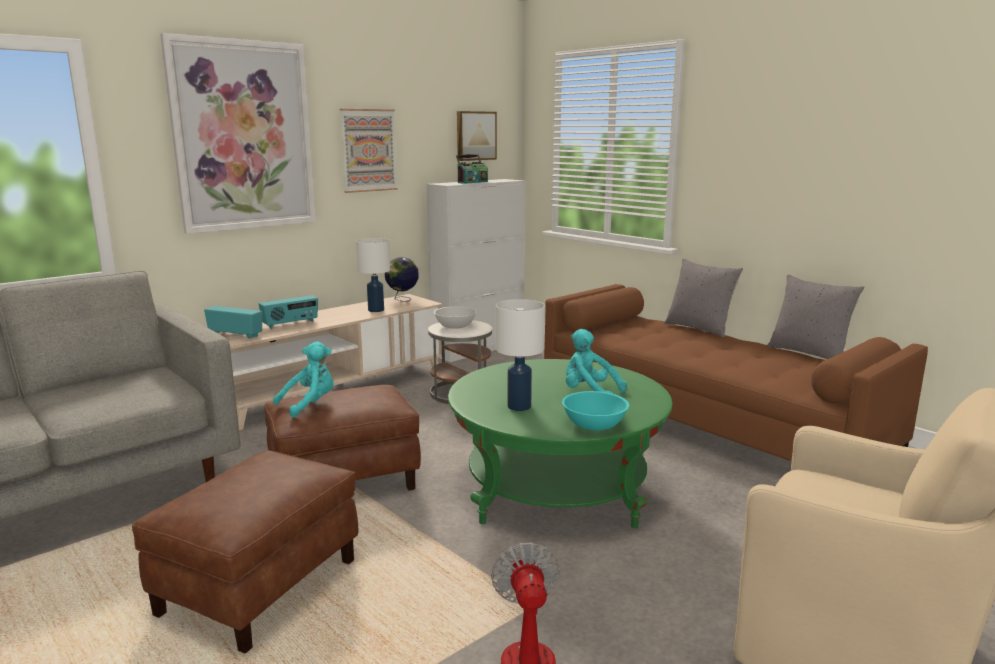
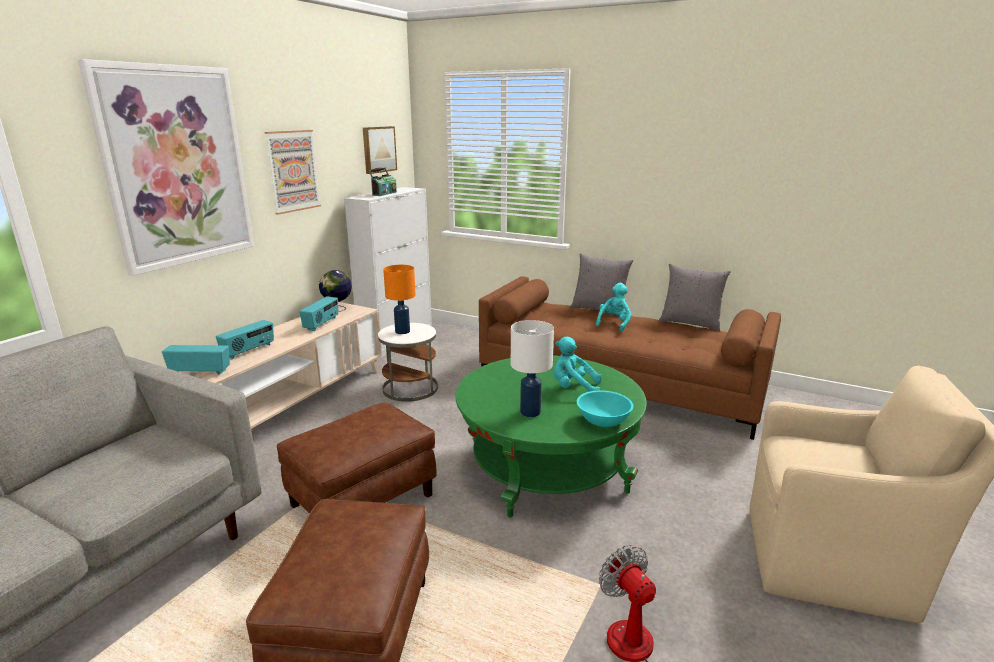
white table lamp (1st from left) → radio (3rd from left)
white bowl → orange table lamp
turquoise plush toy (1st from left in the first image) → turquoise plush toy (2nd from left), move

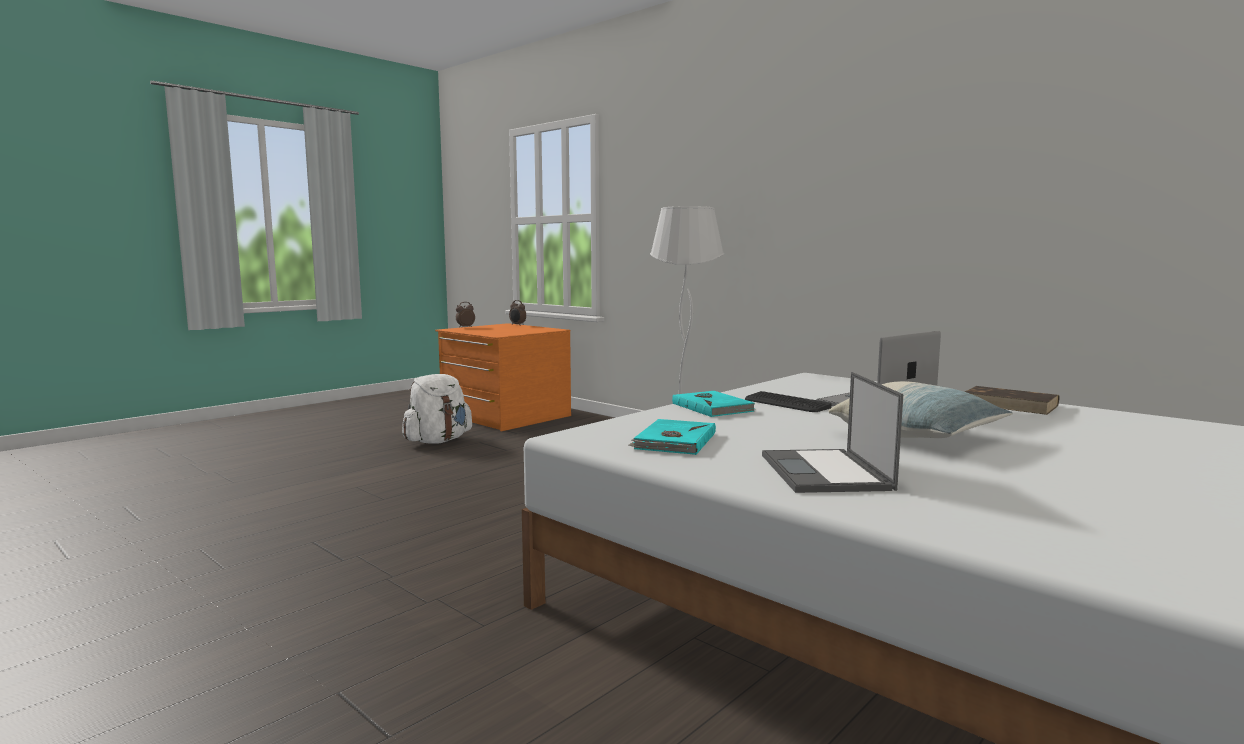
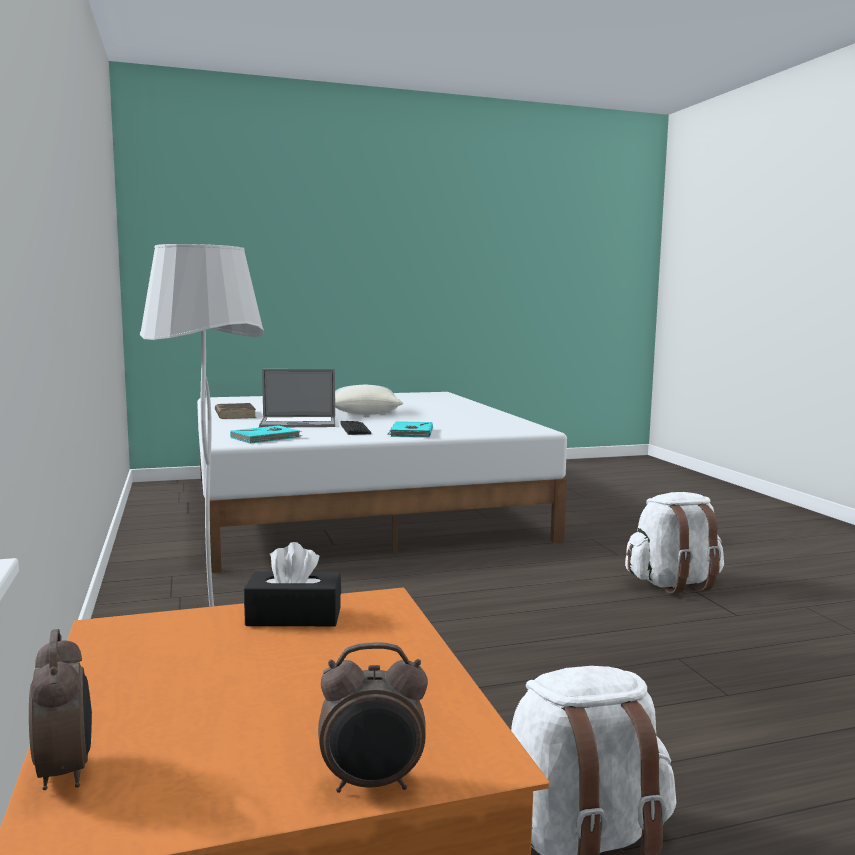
turquoise book (1st from left), move
- → black tissue box
- → white backpack (2nd from left)
laptop (1st from left) → -

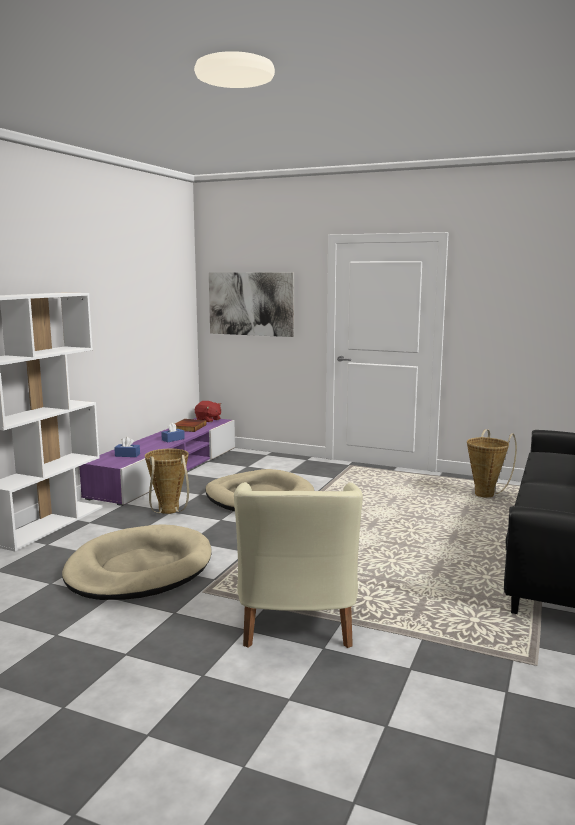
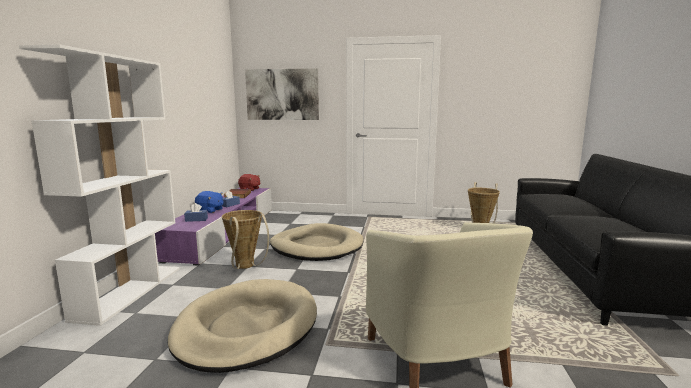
- → blue plush toy

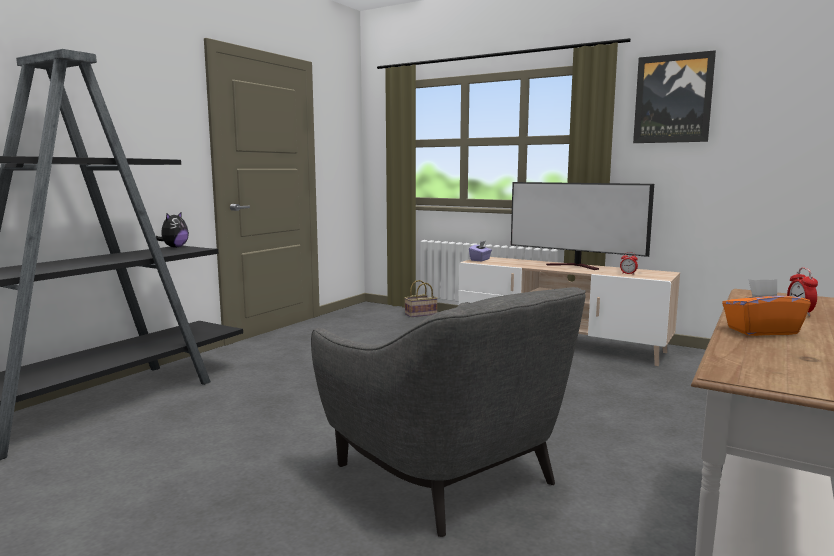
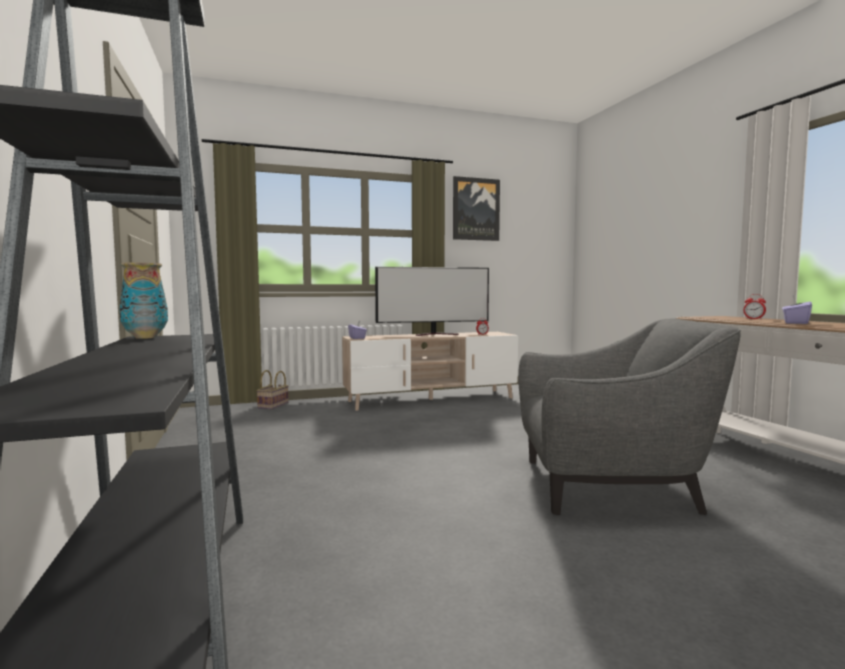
plush toy → vase
orange tissue box → purple tissue box (2nd from left)

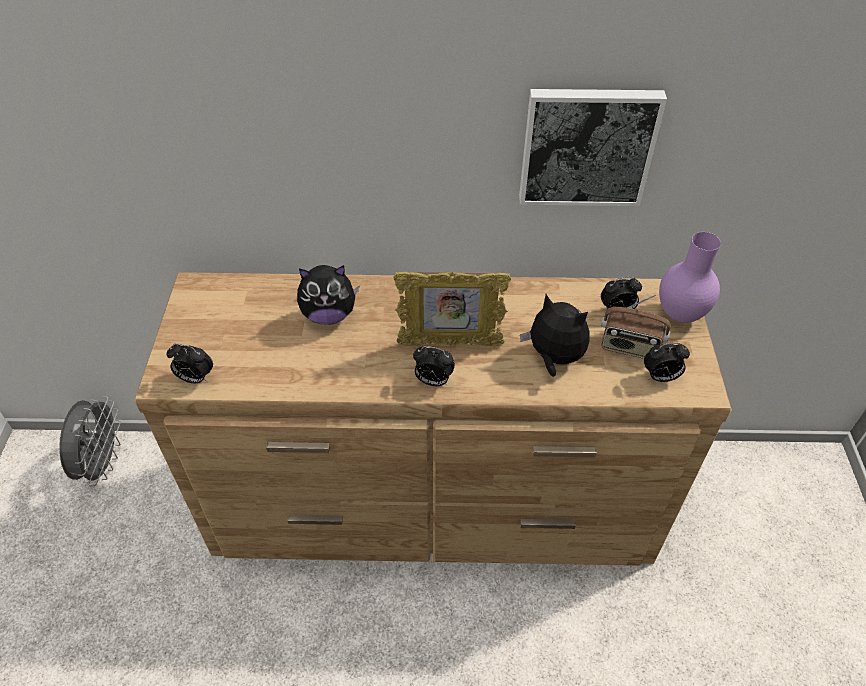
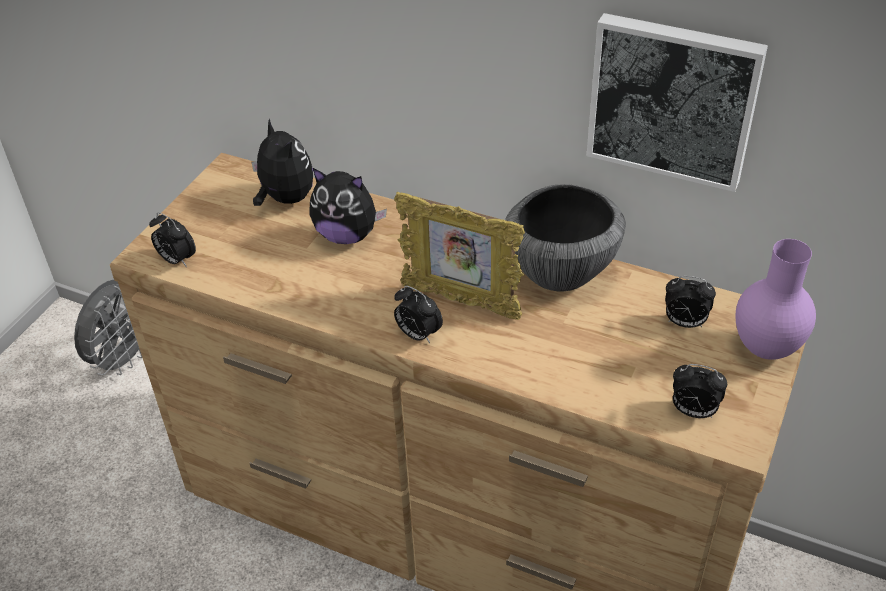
plush toy (2nd from left in the first image) → plush toy (1st from left), move
- → bowl
radio → -

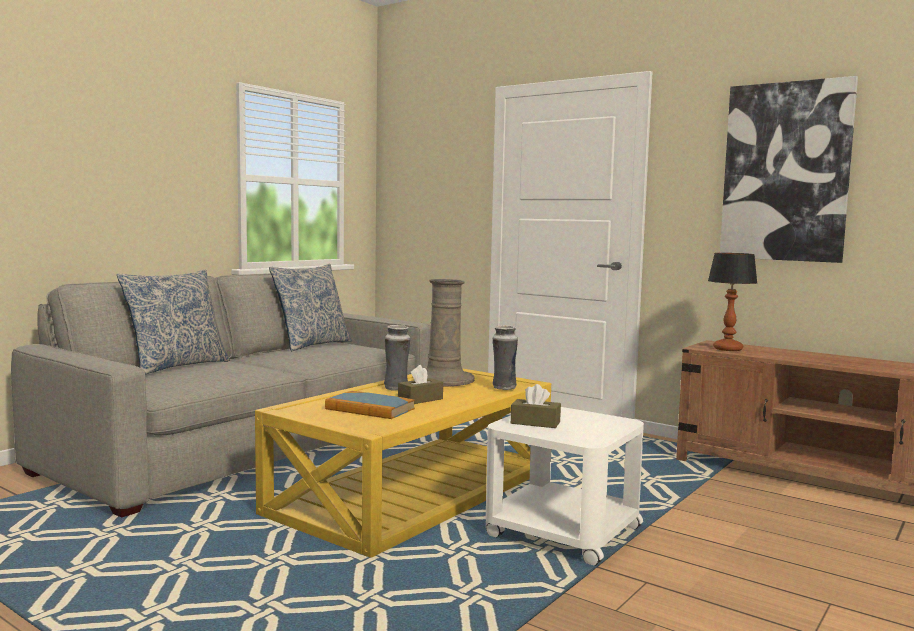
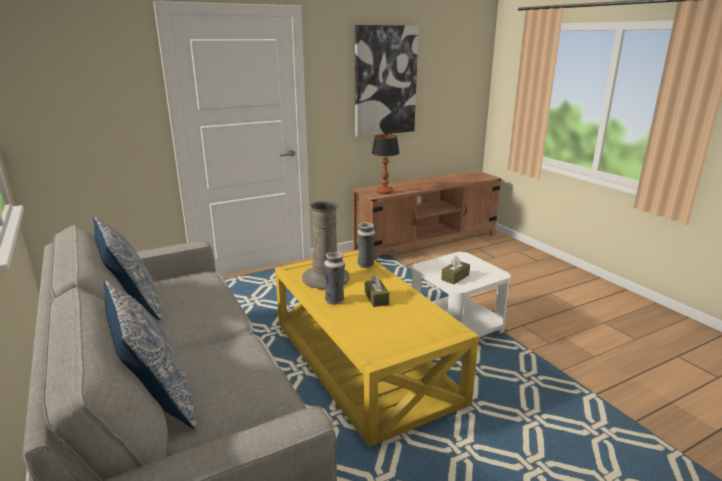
book → -

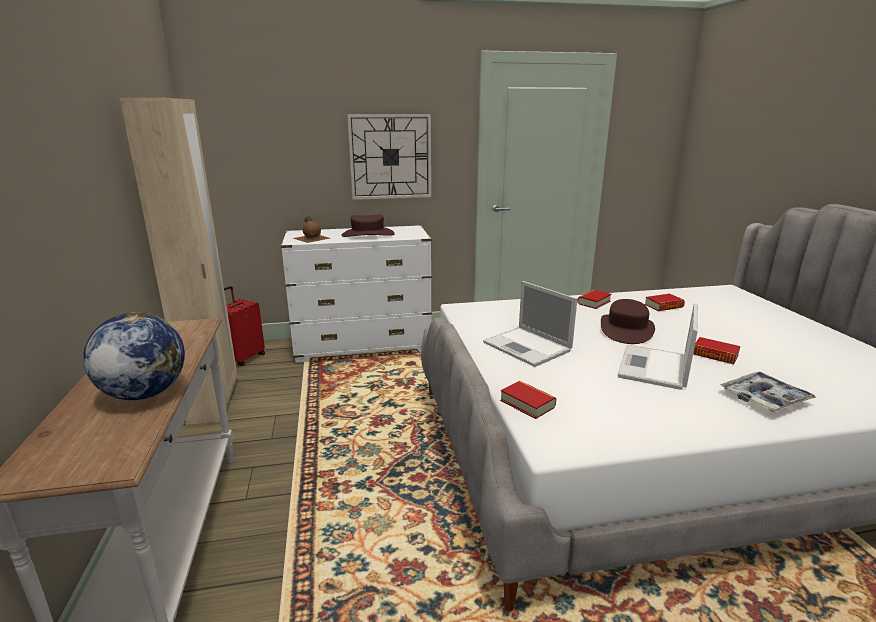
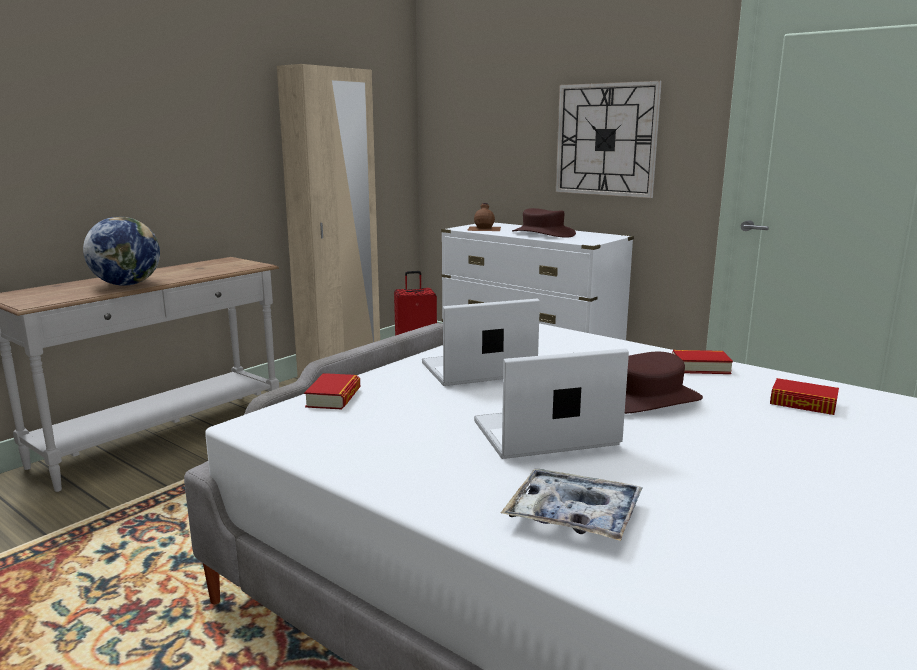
laptop (1st from left), 60 degrees clockwise
book (4th from left) → -

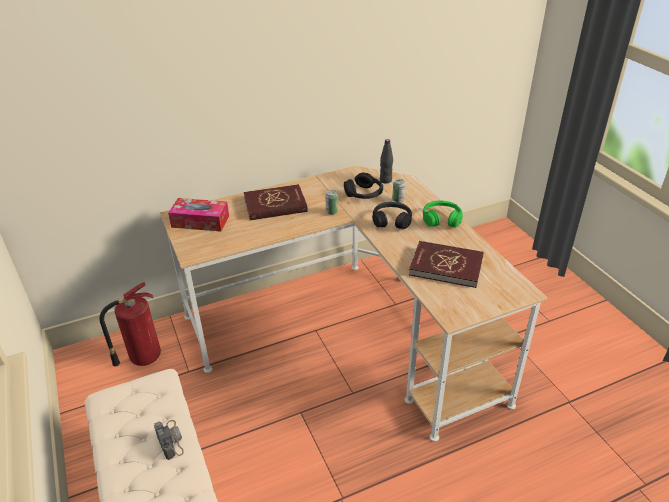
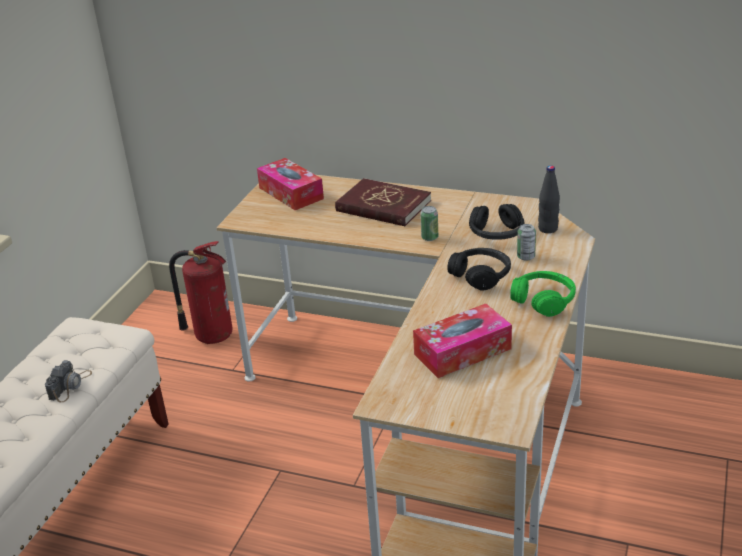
red book (2nd from left) → tissue box (2nd from left)

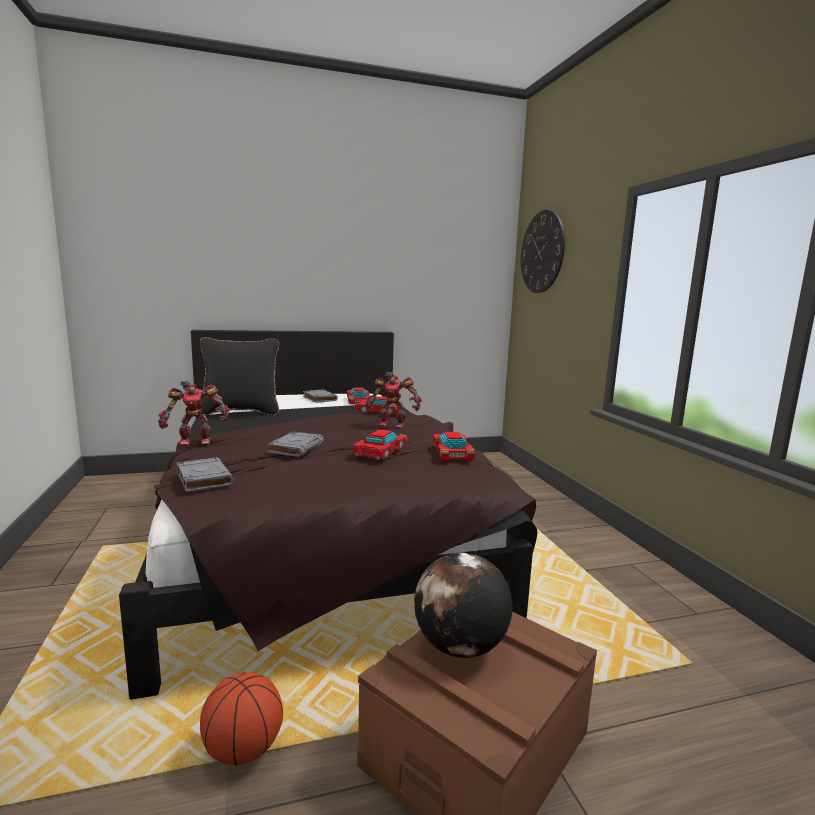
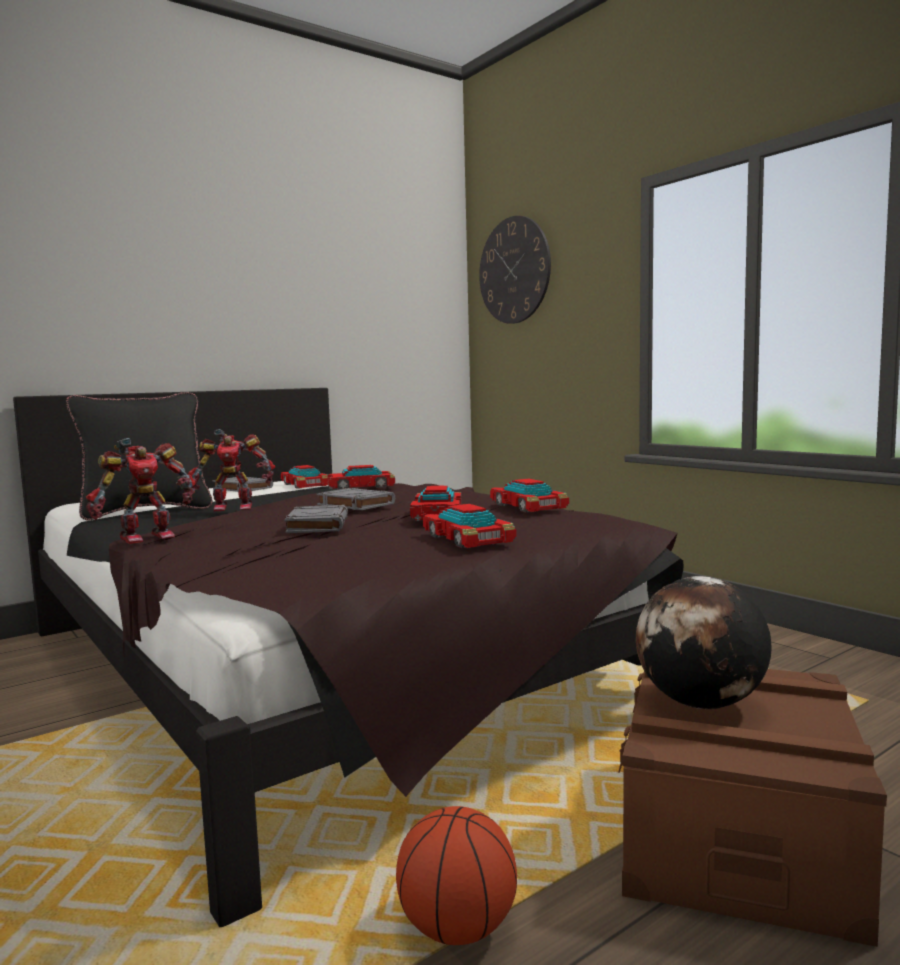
toy robot (2nd from left), move
grey book (1st from left in the first image) → grey book (3rd from left), move
- → toy car (4th from left)

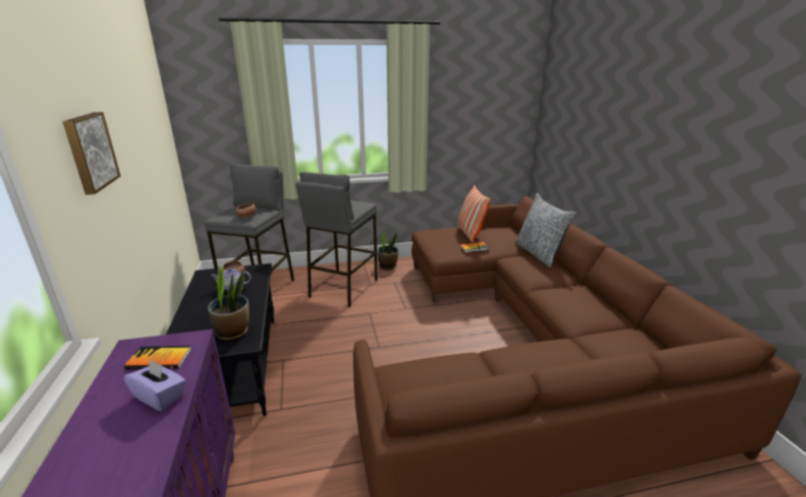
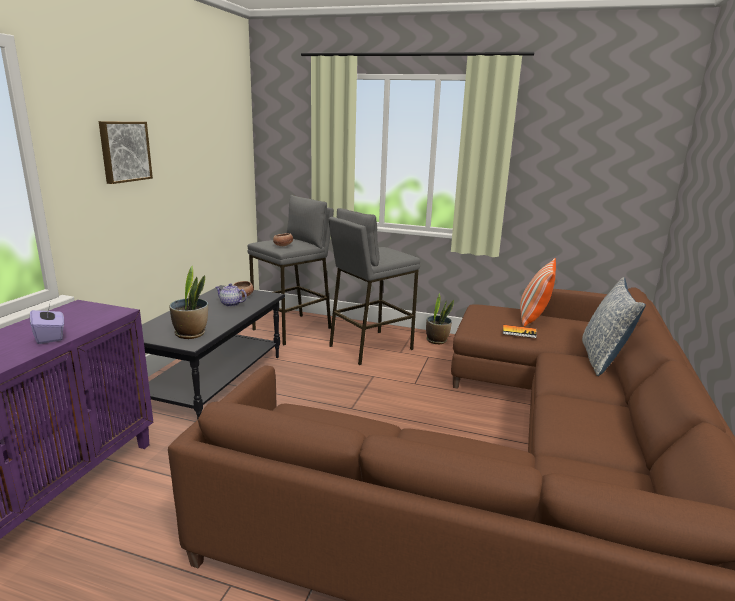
book (1st from left) → -

